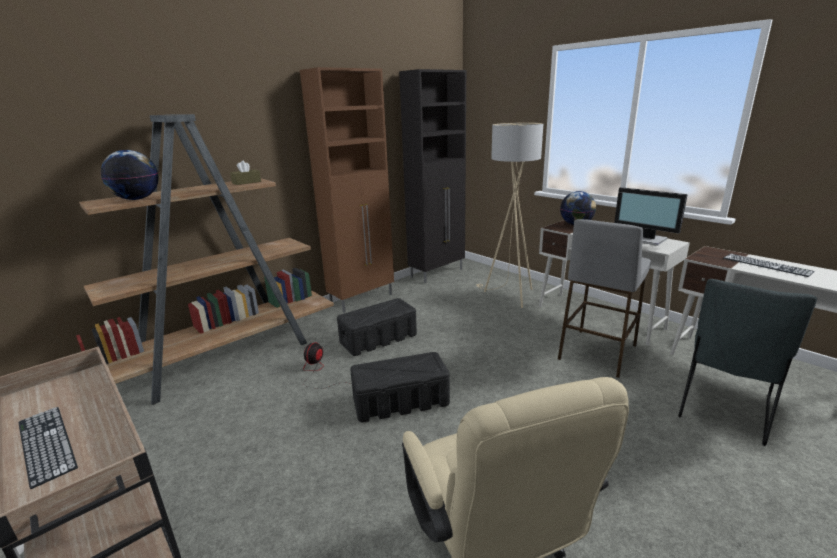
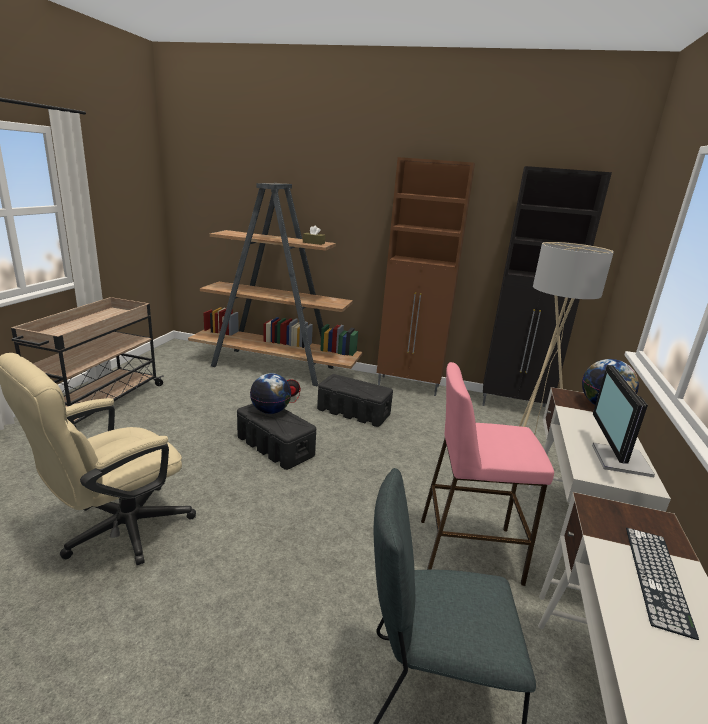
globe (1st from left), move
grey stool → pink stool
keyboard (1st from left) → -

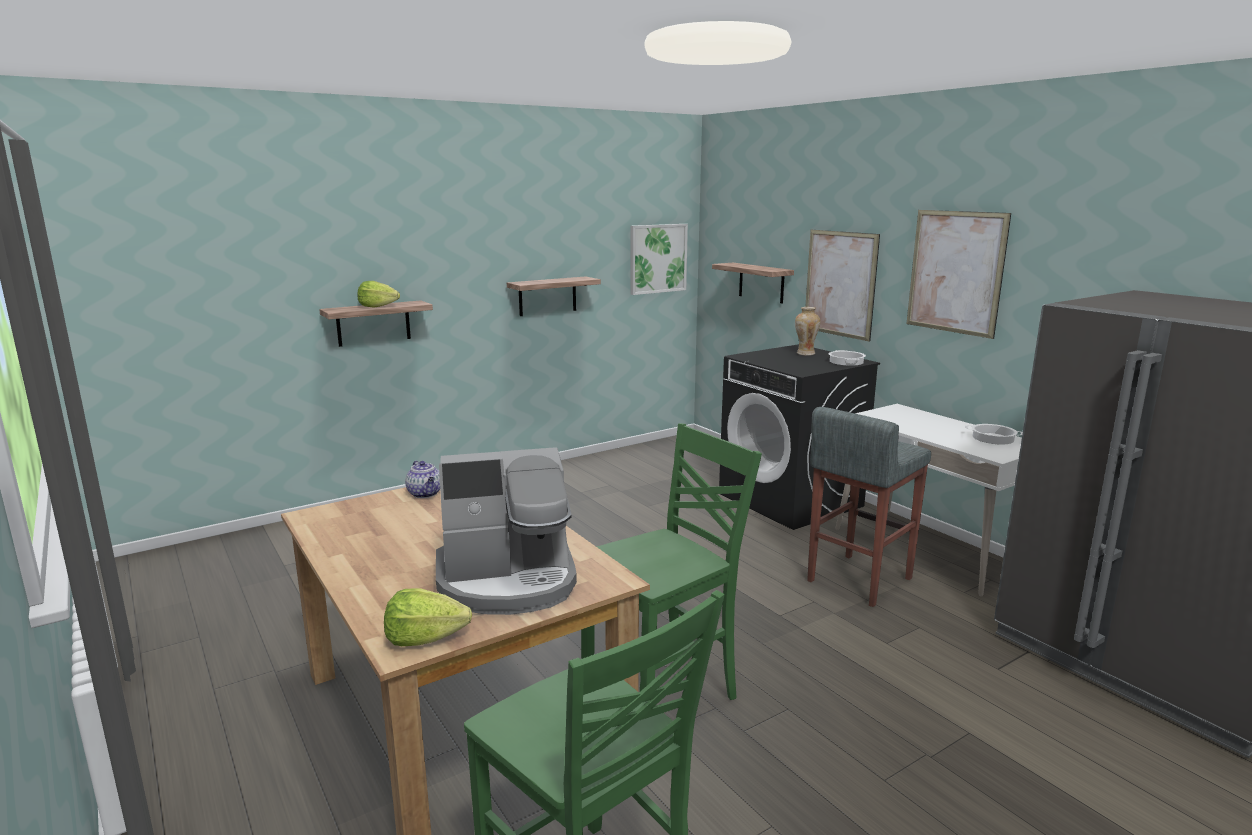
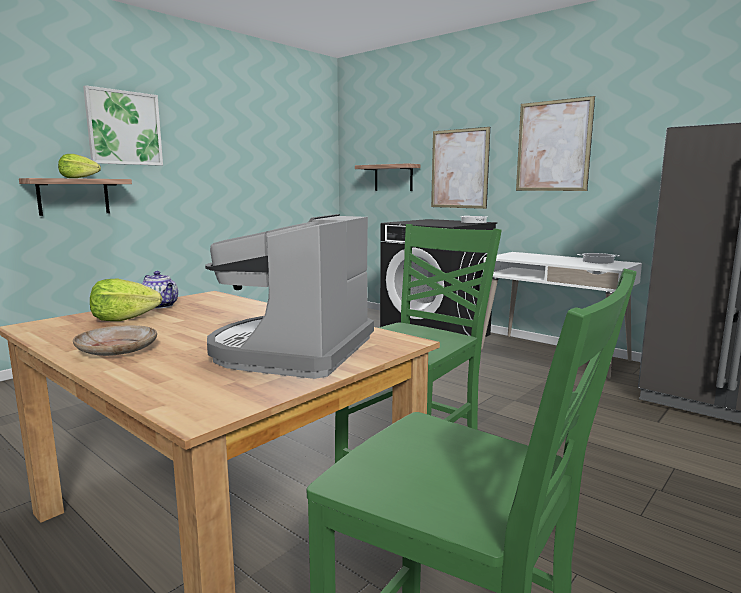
- → beige plate
picture (1st from left), move
lettuce (2nd from left), move
coffee machine, 135 degrees clockwise
shelf (2nd from left) → -
vase → -
grey stool → -

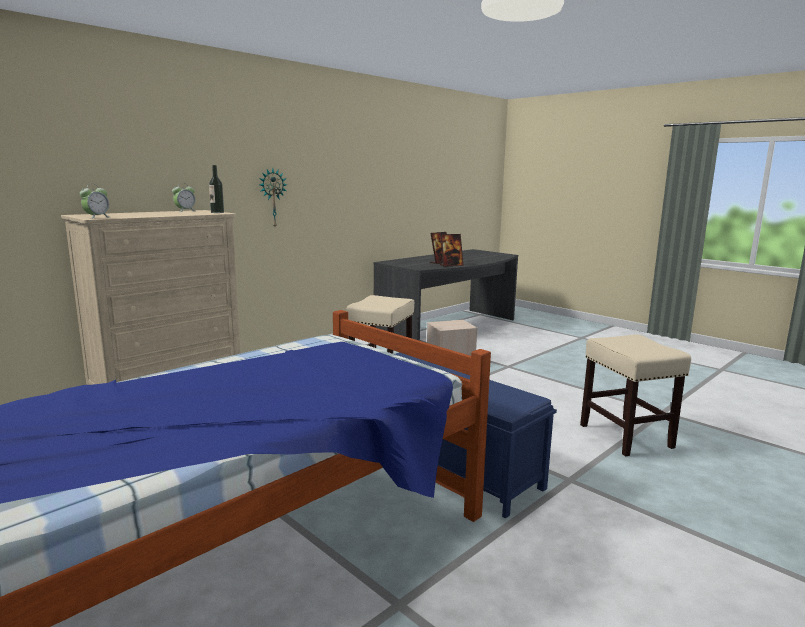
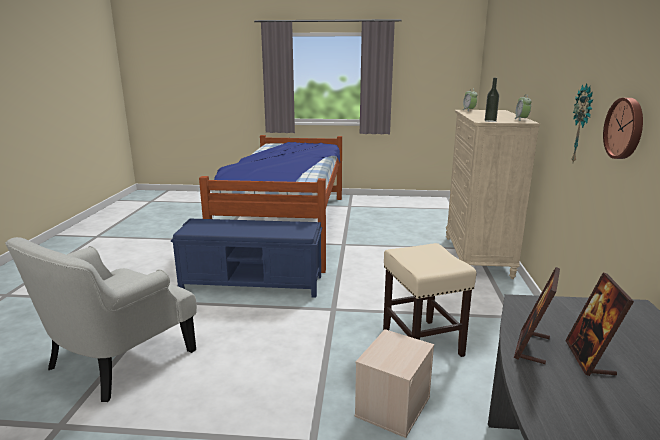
beige stool (2nd from left) → white armchair
- → wall clock (2nd from left)

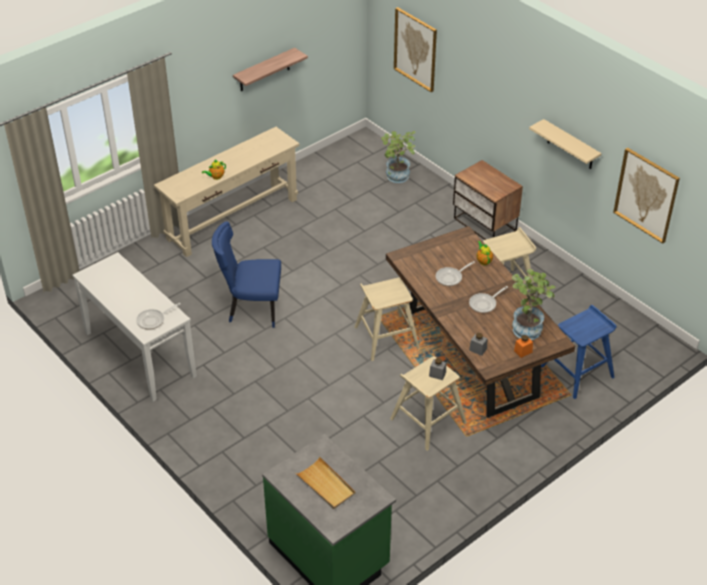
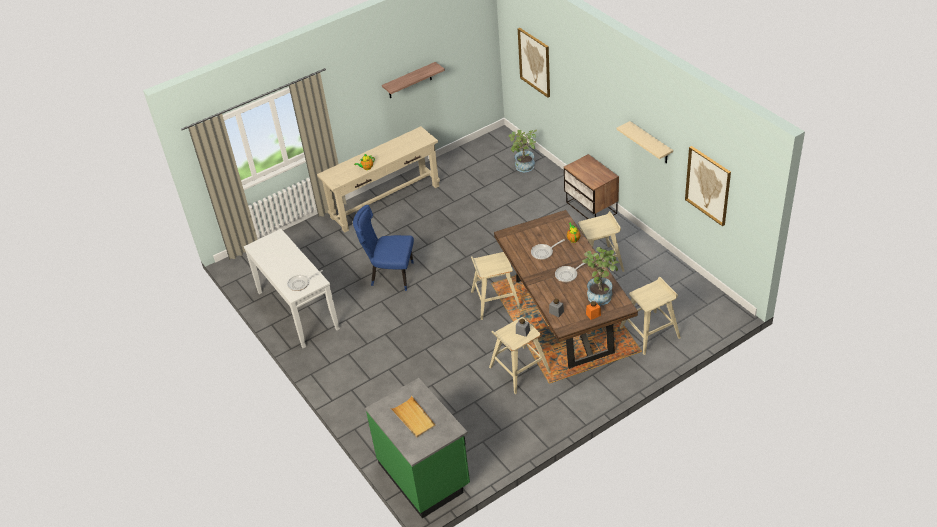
blue stool → beige stool (4th from left)

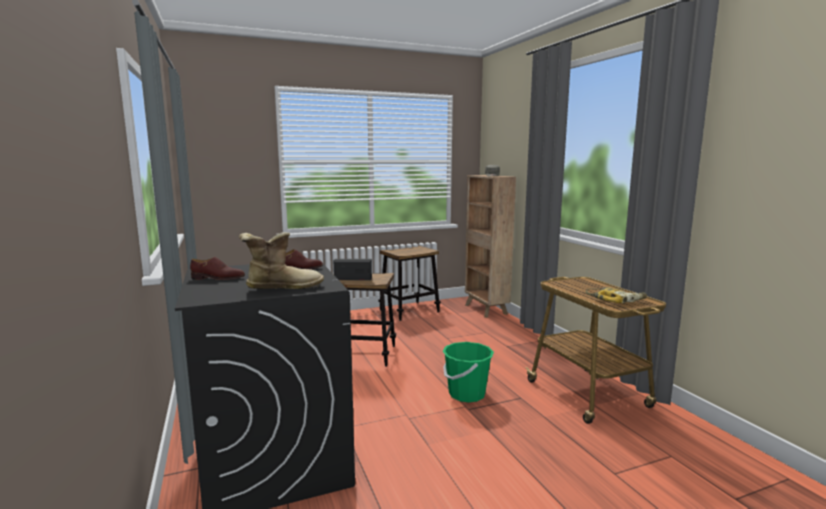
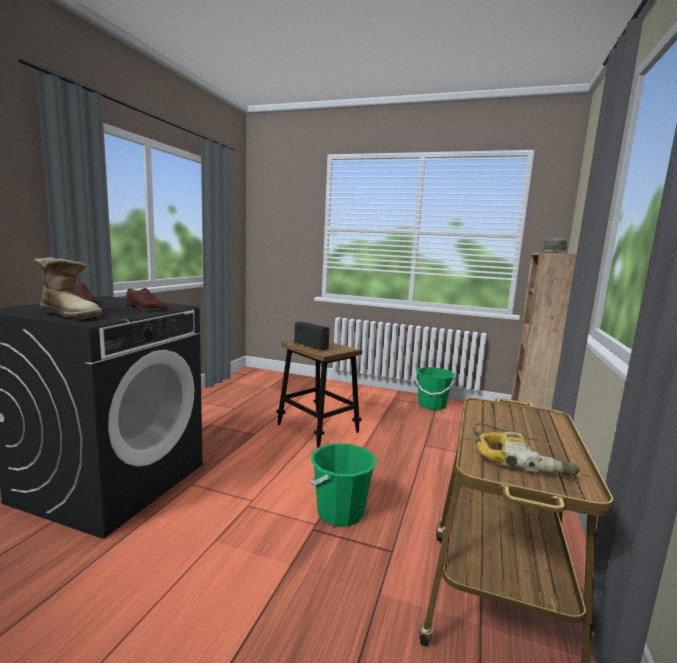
stool (2nd from left) → green bucket (2nd from left)

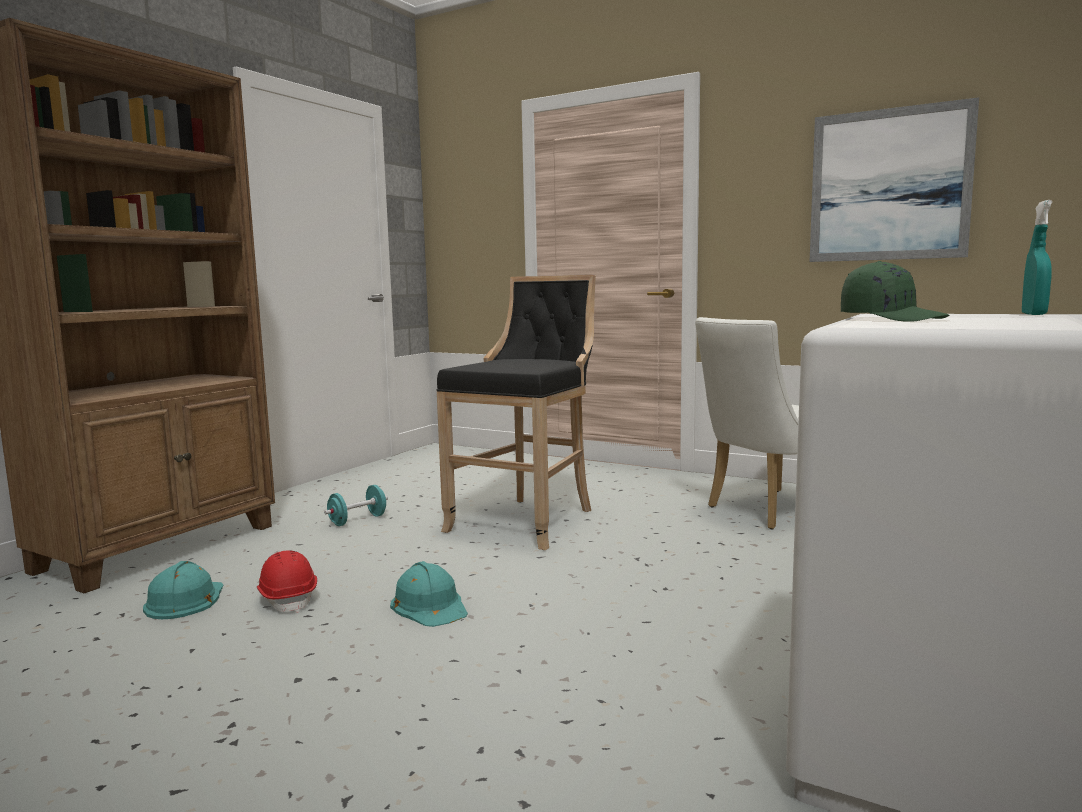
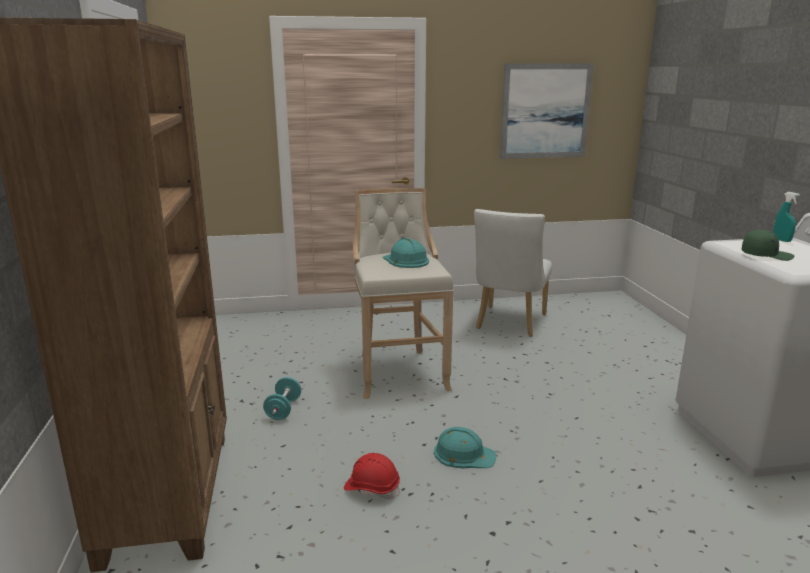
black stool → beige stool
turquoise hard hat (1st from left), move

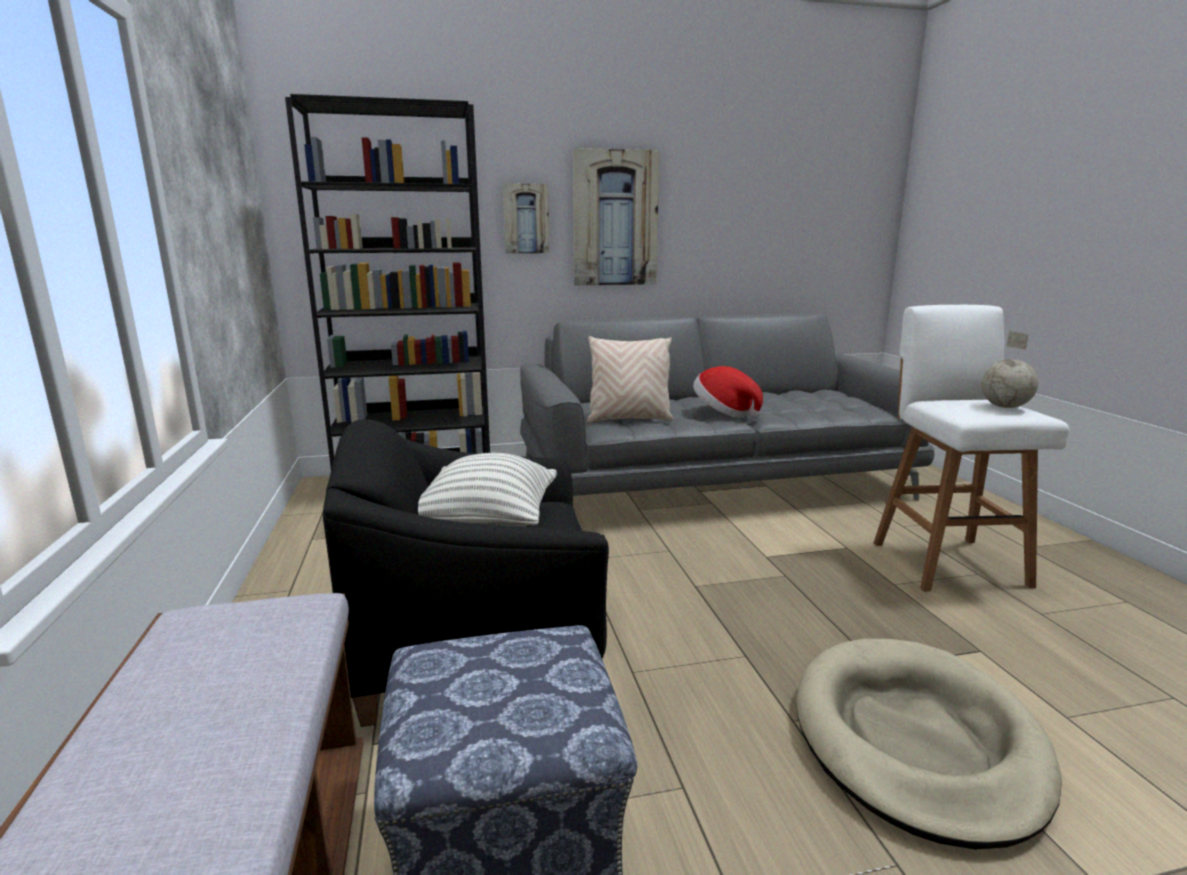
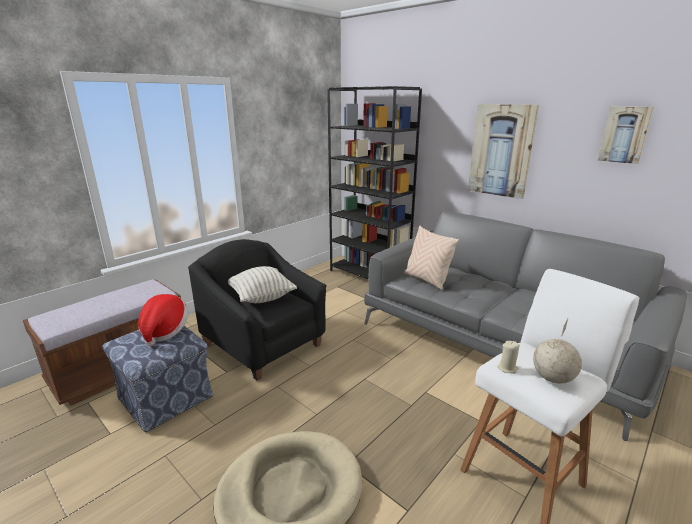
hat, move
- → beige candle
picture (1st from left in the first image) → picture (2nd from left), move

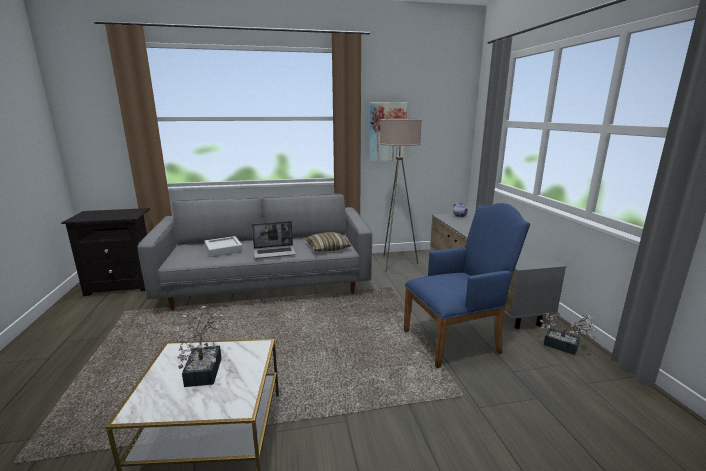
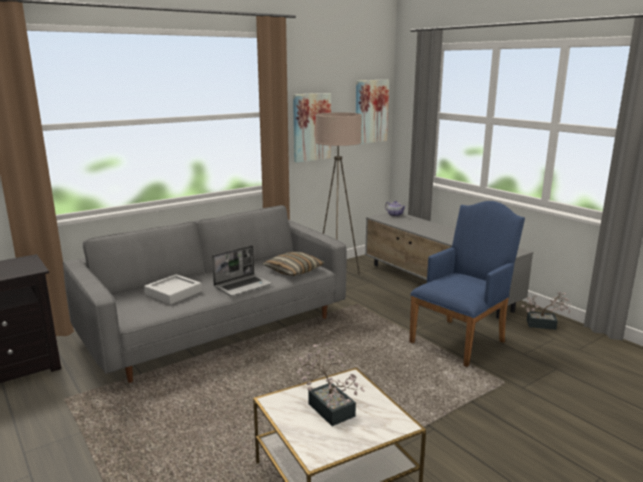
- → picture (2nd from left)

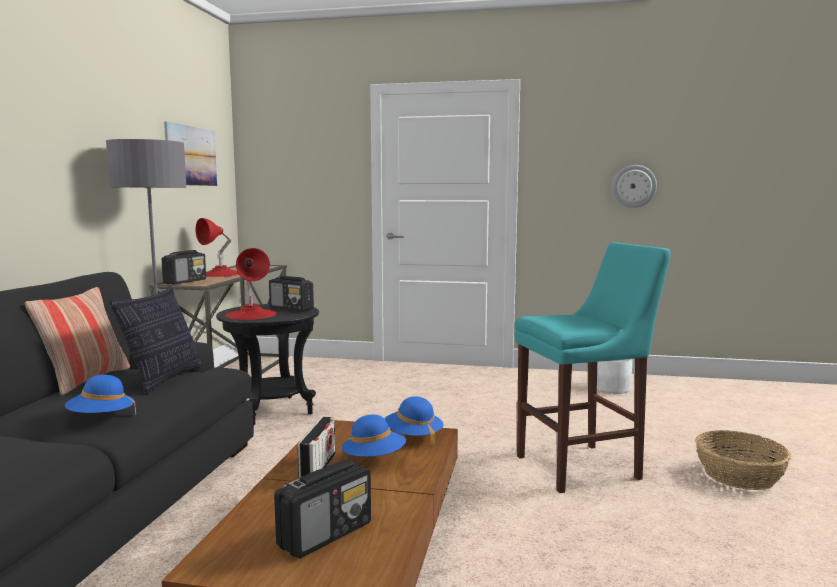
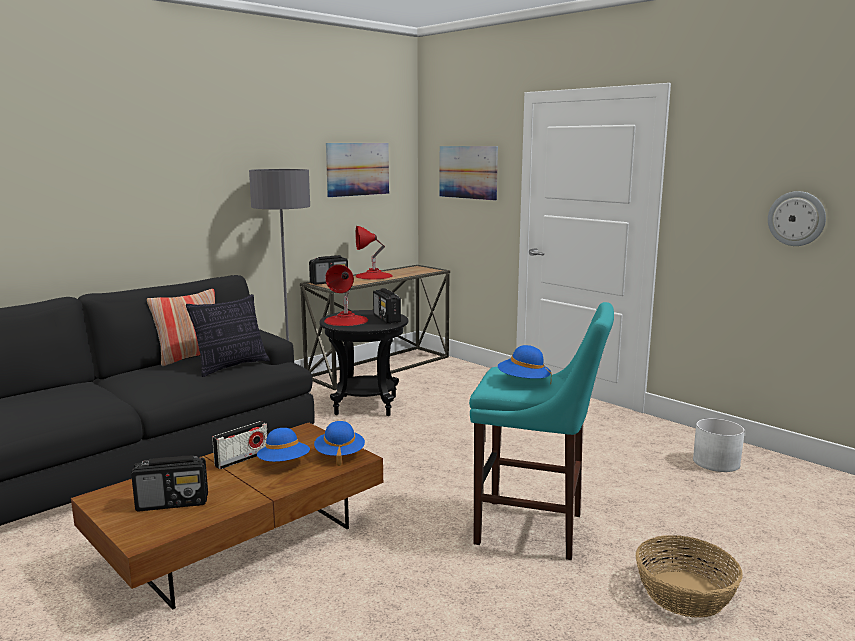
- → picture (2nd from left)
blue hat (1st from left in the first image) → blue hat (3rd from left), move

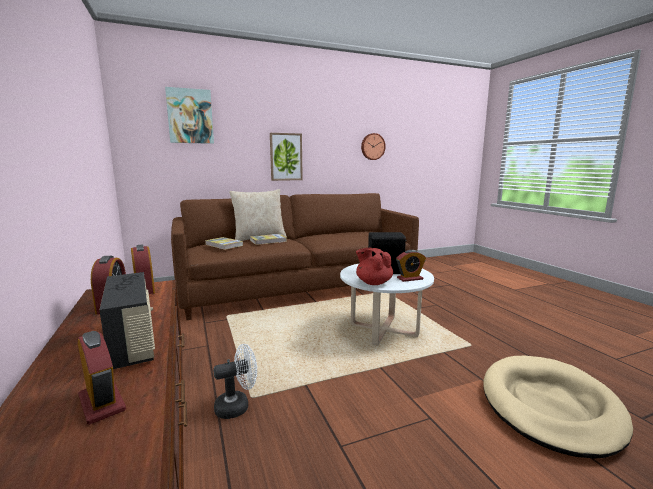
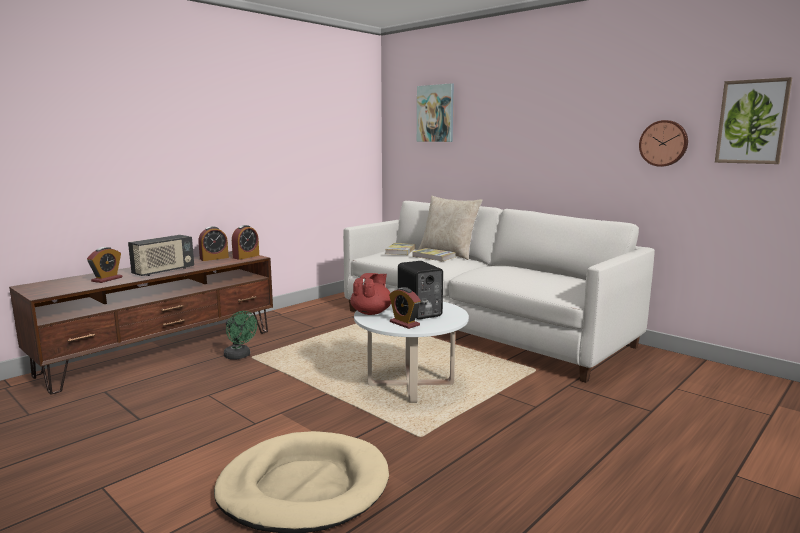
white fan → green fan
brown sofa → white sofa
picture (2nd from left), move

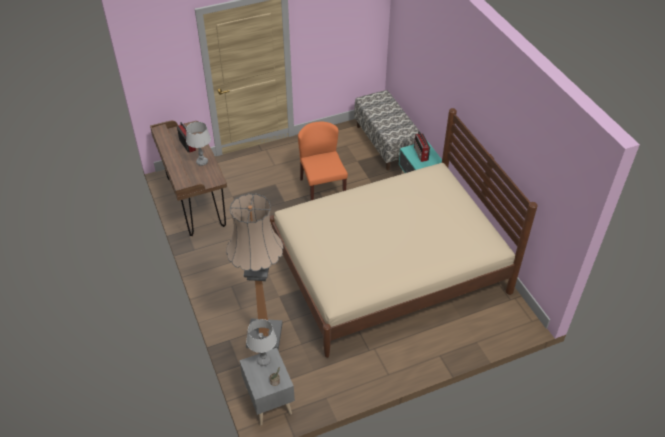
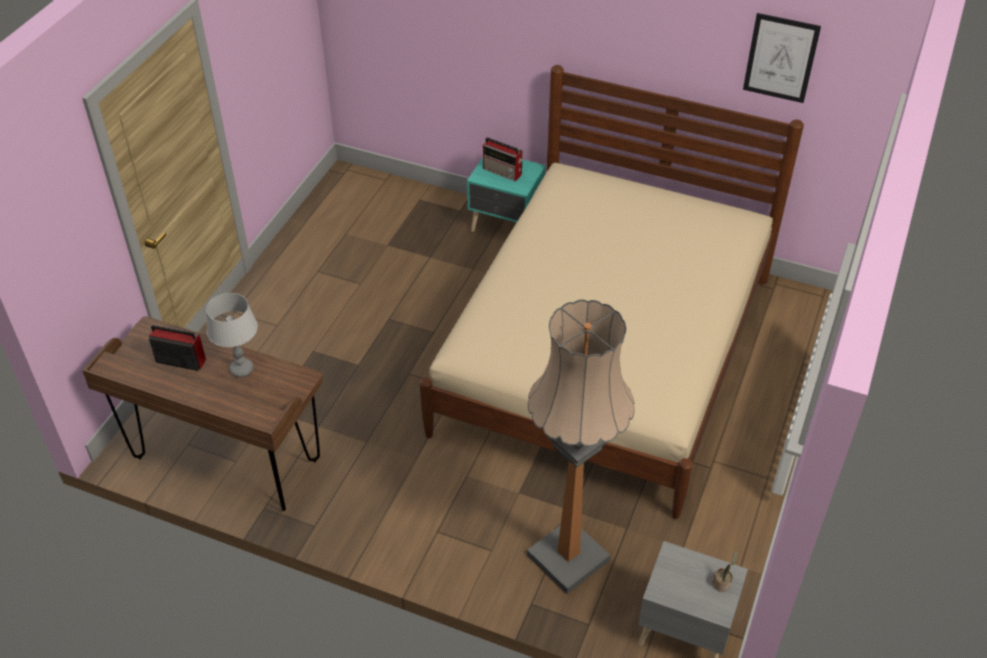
- → picture
grey table lamp (2nd from left) → -
orange chair → -
bench → -

